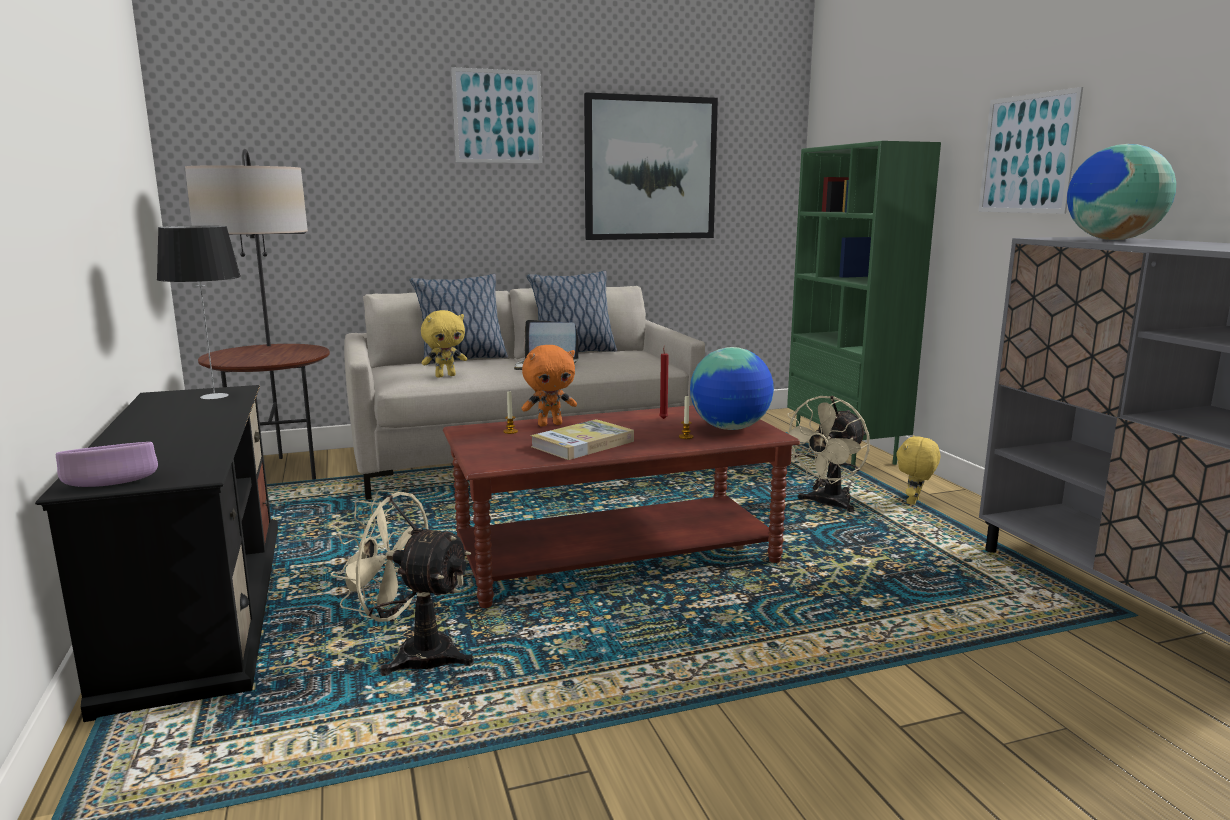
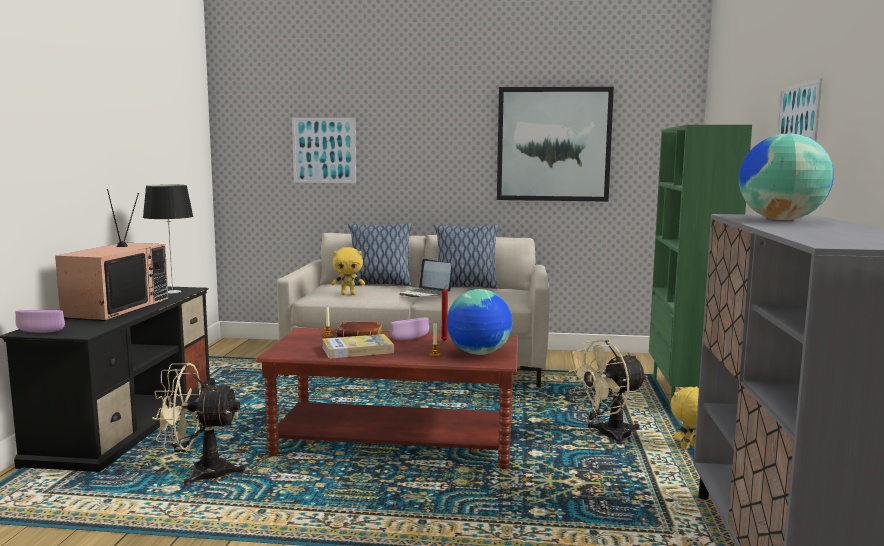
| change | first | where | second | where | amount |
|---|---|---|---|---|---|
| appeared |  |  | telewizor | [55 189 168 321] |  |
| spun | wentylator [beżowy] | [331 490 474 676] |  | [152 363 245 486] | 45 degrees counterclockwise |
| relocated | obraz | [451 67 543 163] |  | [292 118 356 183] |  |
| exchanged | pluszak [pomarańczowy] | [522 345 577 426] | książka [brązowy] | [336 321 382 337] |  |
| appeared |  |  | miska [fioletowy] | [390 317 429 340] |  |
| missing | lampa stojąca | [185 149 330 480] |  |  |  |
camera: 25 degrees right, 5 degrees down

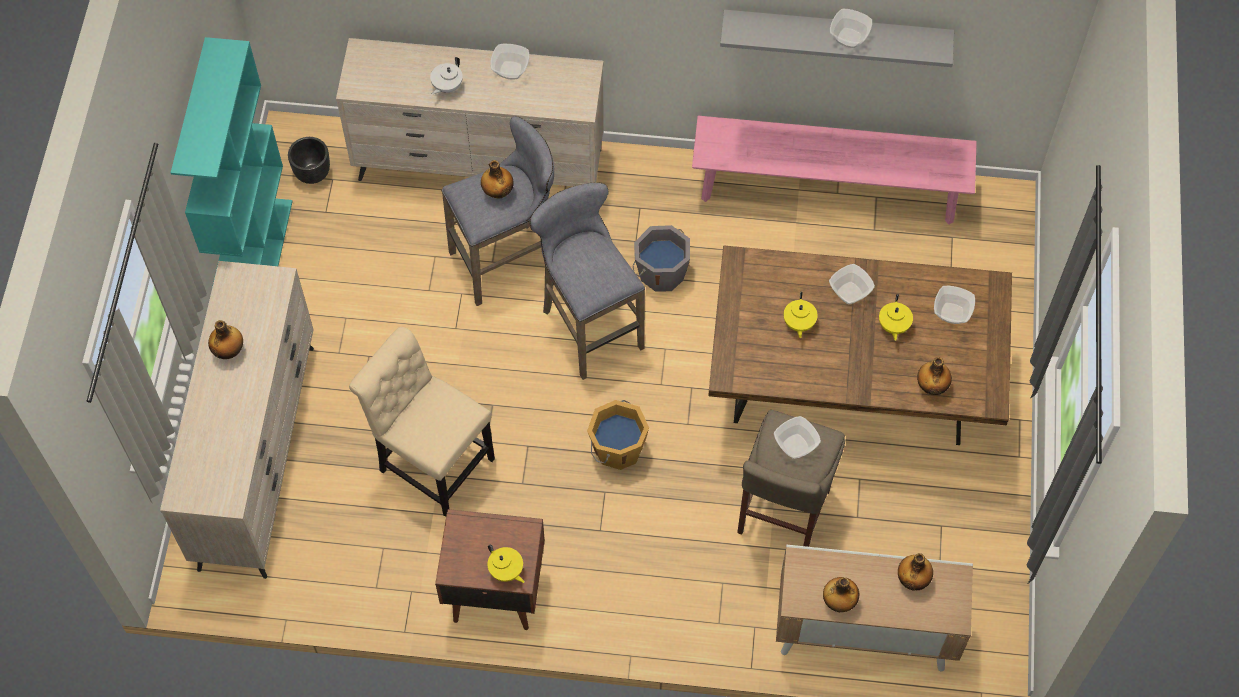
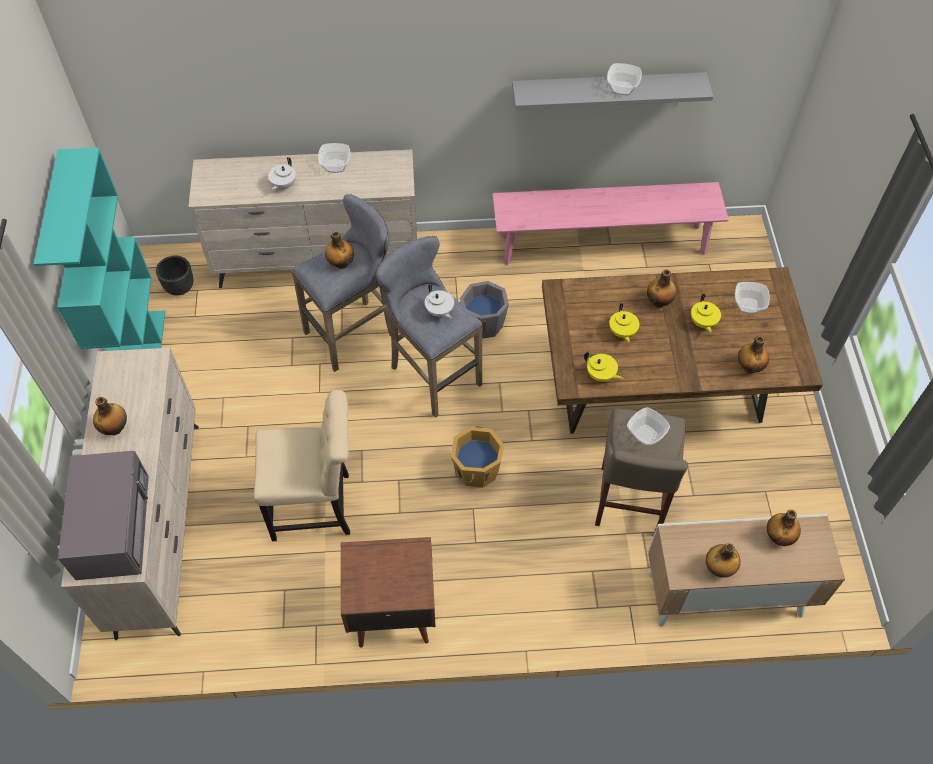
| change | first | where | second | where | amount |
|---|---|---|---|---|---|
| appeared |  |  | mikrofalówka [szary] | [58 451 149 580] |  |
| spun | krzesło [beżowy] | [349 327 495 517] |  | [254 390 350 541] | 150 degrees clockwise |
| appeared |  |  | imbryk [biały] | [425 284 454 318] |  |
| relocated | imbryk [żółty] | [487 544 525 583] |  | [584 352 623 382] |  |
| exchanged | miska | [829 264 875 304] | butelka | [647 269 676 308] |  |
camera: 10 degrees left, 5 degrees down

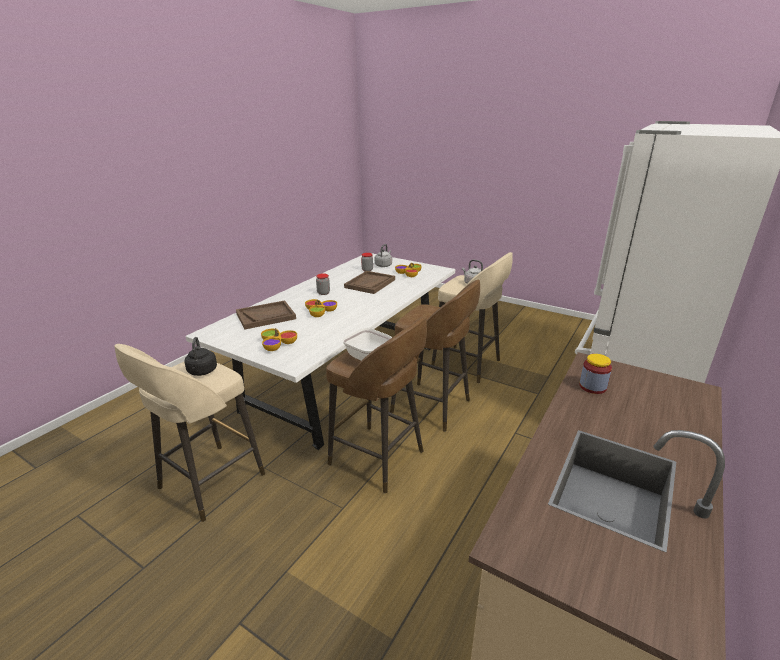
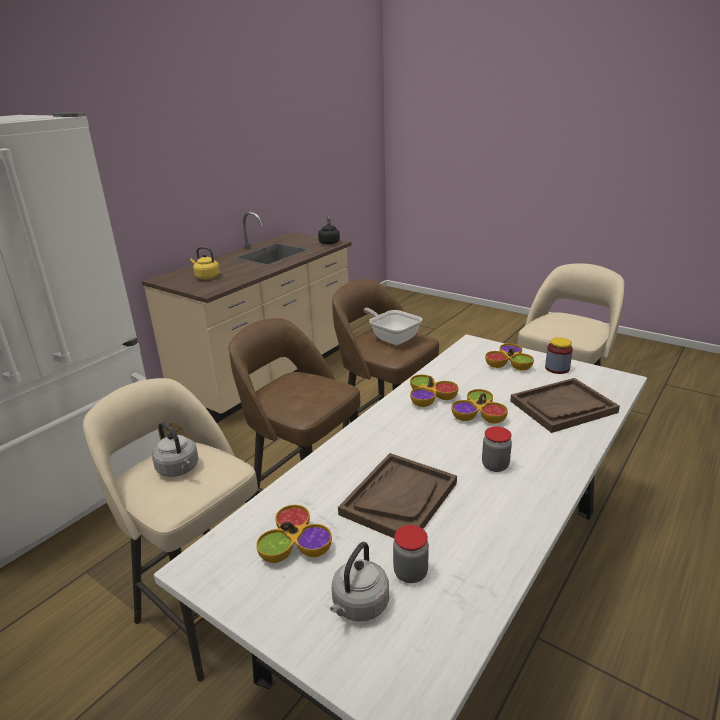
| change | first | where | second | where | amount |
|---|---|---|---|---|---|
| appeared |  |  | czajnik [żółty] | [190 247 220 280] |  |
| relocated | czajnik [czarny] | [185 337 217 376] |  | [318 216 340 244] |  |
| appeared |  |  | miska | [410 374 458 407] |  |
| relocated | słoik | [579 354 612 394] |  | [545 337 573 374] |  |
camera: 175 degrees left, 0 degrees up

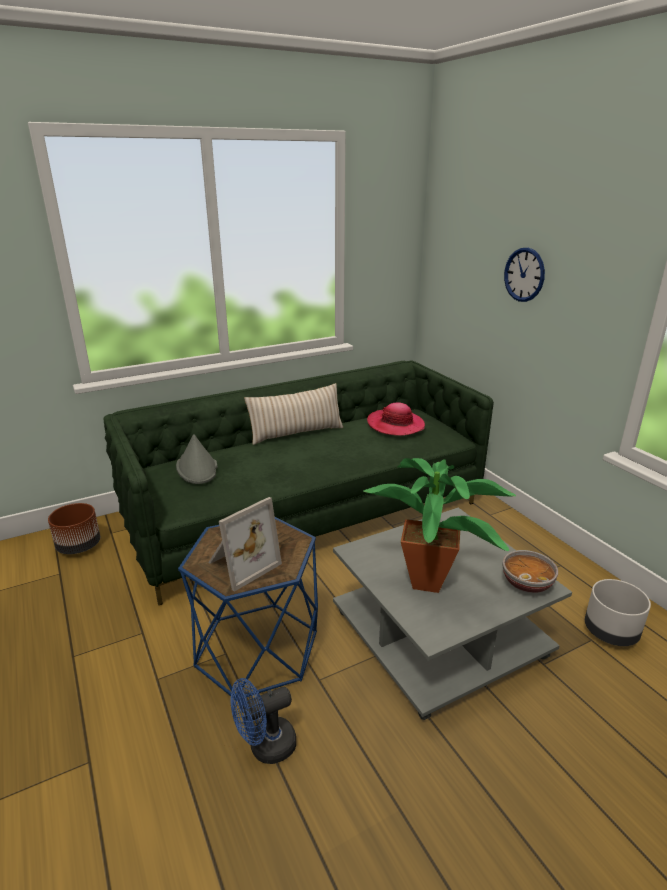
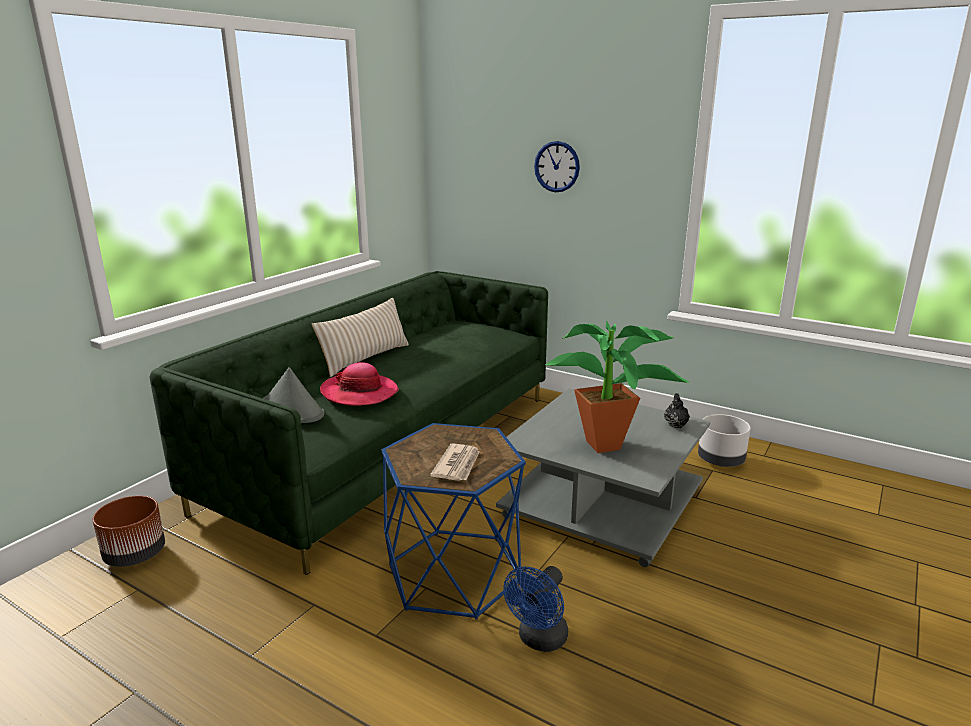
| change | first | where | second | where | amount |
|---|---|---|---|---|---|
| relocated | kapelusz | [367 402 425 436] |  | [320 362 399 406] |  |
| exchanged | ramka na zdjęcie | [208 497 282 592] | gazeta | [430 443 480 481] |  |
| exchanged | miska | [502 550 558 593] | imbryk [czarny] | [664 393 690 428] |  |
camera: 30 degrees left, 5 degrees down

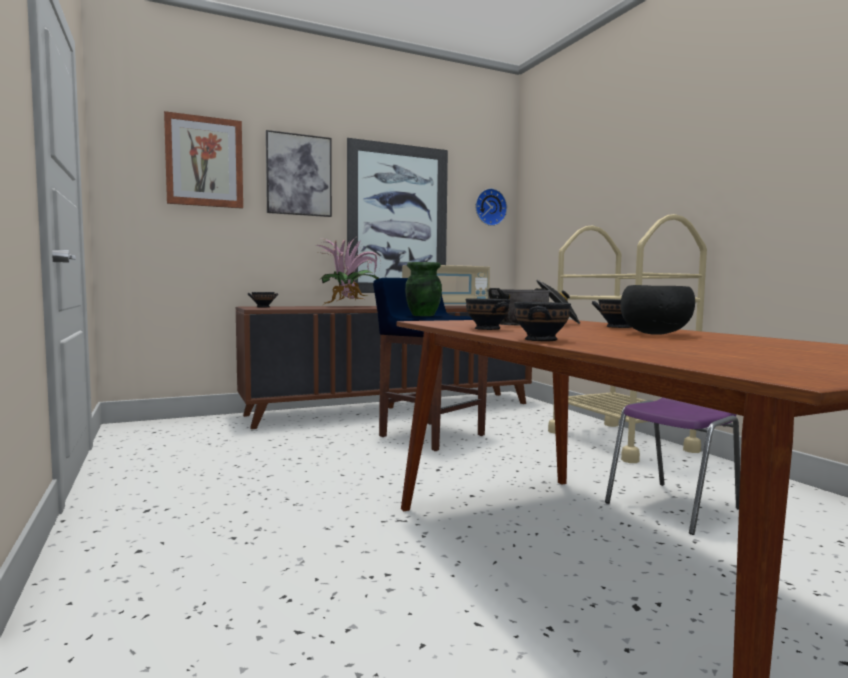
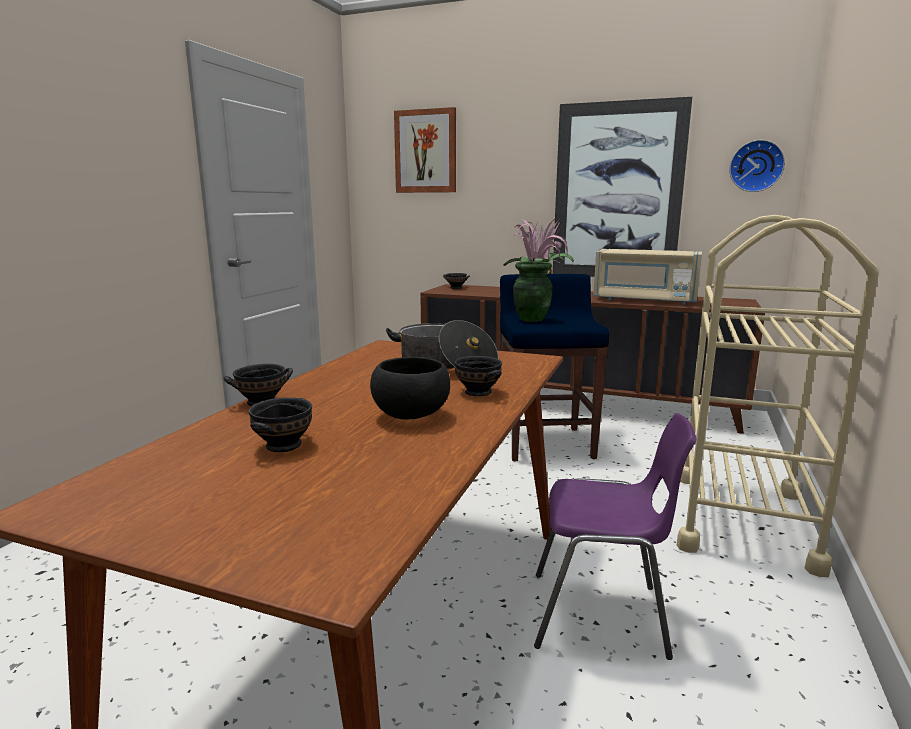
| change | first | where | second | where | amount |
|---|---|---|---|---|---|
| relocated | miska [czarny] | [466 298 510 330] |  | [249 397 312 452] |  |
| missing | obraz | [266 130 332 217] |  |  |  |
camera: 45 degrees right, 10 degrees up

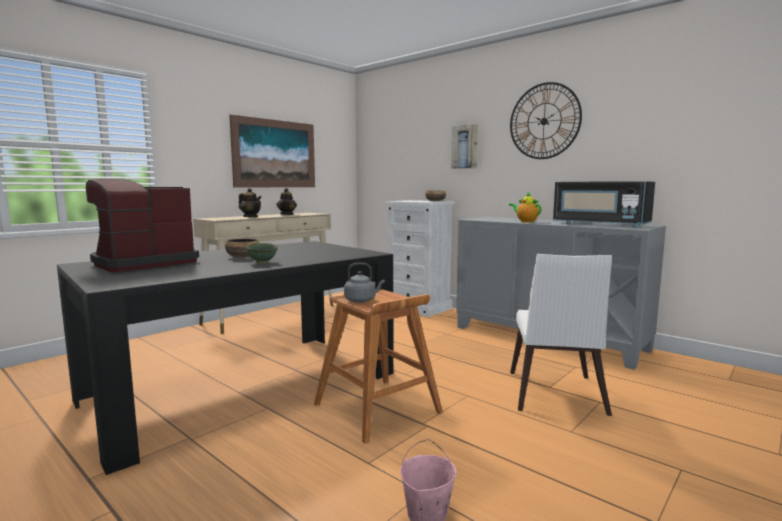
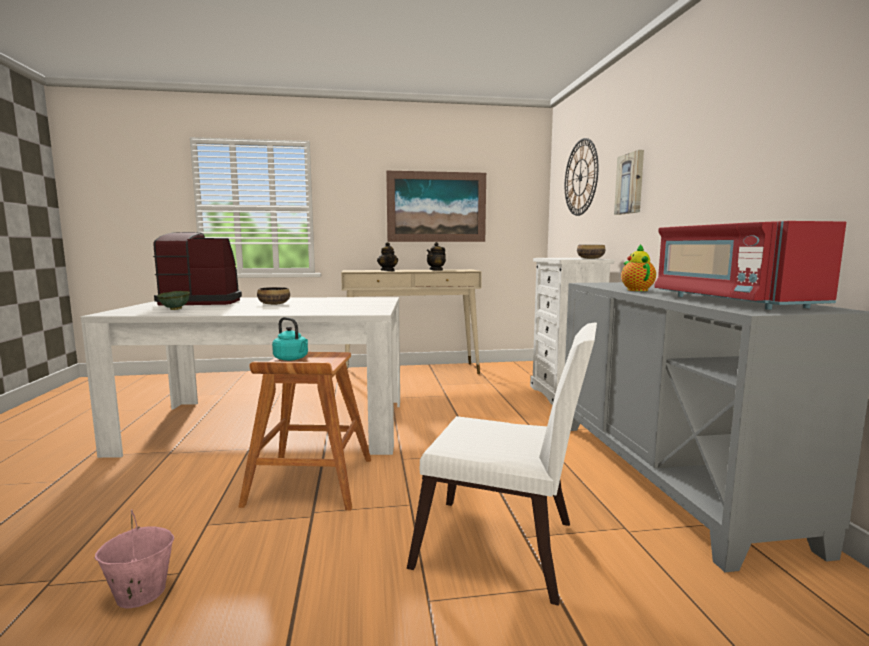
| change | first | where | second | where | amount |
|---|---|---|---|---|---|
| colour | stół jadalny [czarny] | [57 241 393 475] | stół jadalny [biały] | [81 297 400 458] |  |
| relocated | miska [zielony] | [246 243 278 263] |  | [157 291 190 310] |  |
| colour | czajnik [szary] | [344 263 385 303] | czajnik [turkusowy] | [272 317 308 361] |  |
| spun | krzesło [biały] | [510 254 612 416] |  | [407 323 597 606] | 120 degrees counterclockwise |
| relocated | zegar ścienny | [510 82 582 159] |  | [565 138 598 216] |  |
| colour | mikrofalówka [czarny] | [553 181 655 227] | mikrofalówka [czerwony] | [654 221 846 310] |  |
camera: 40 degrees right, 0 degrees up

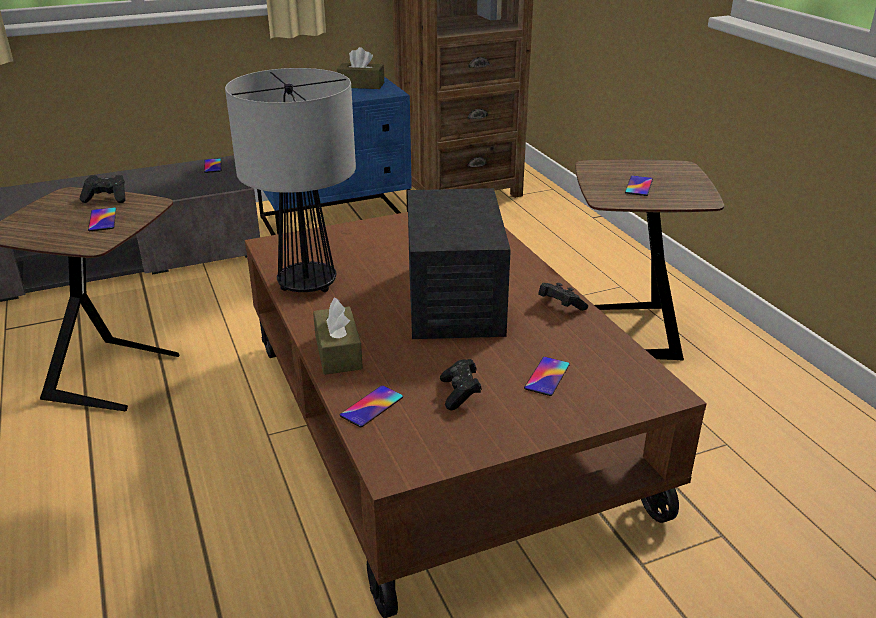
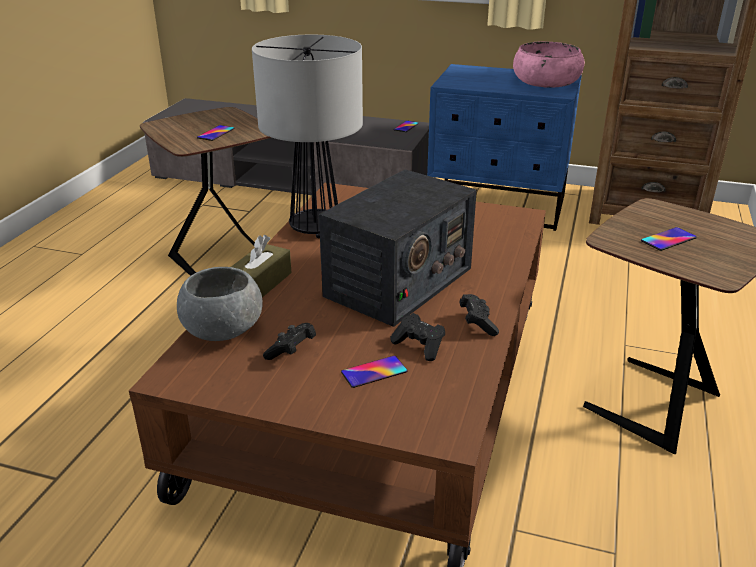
| change | first | where | second | where | amount |
|---|---|---|---|---|---|
| exchanged | telefon | [340 385 403 427] | miska [szary] | [177 267 263 341] |  |
| relocated | pad do gier [czarny] | [80 175 126 203] |  | [390 313 445 361] |  |
| exchanged | pudełko chusteczek [brązowy] | [337 47 384 89] | miska [różowy] | [513 41 585 88] |  |
camera: 40 degrees right, 0 degrees up

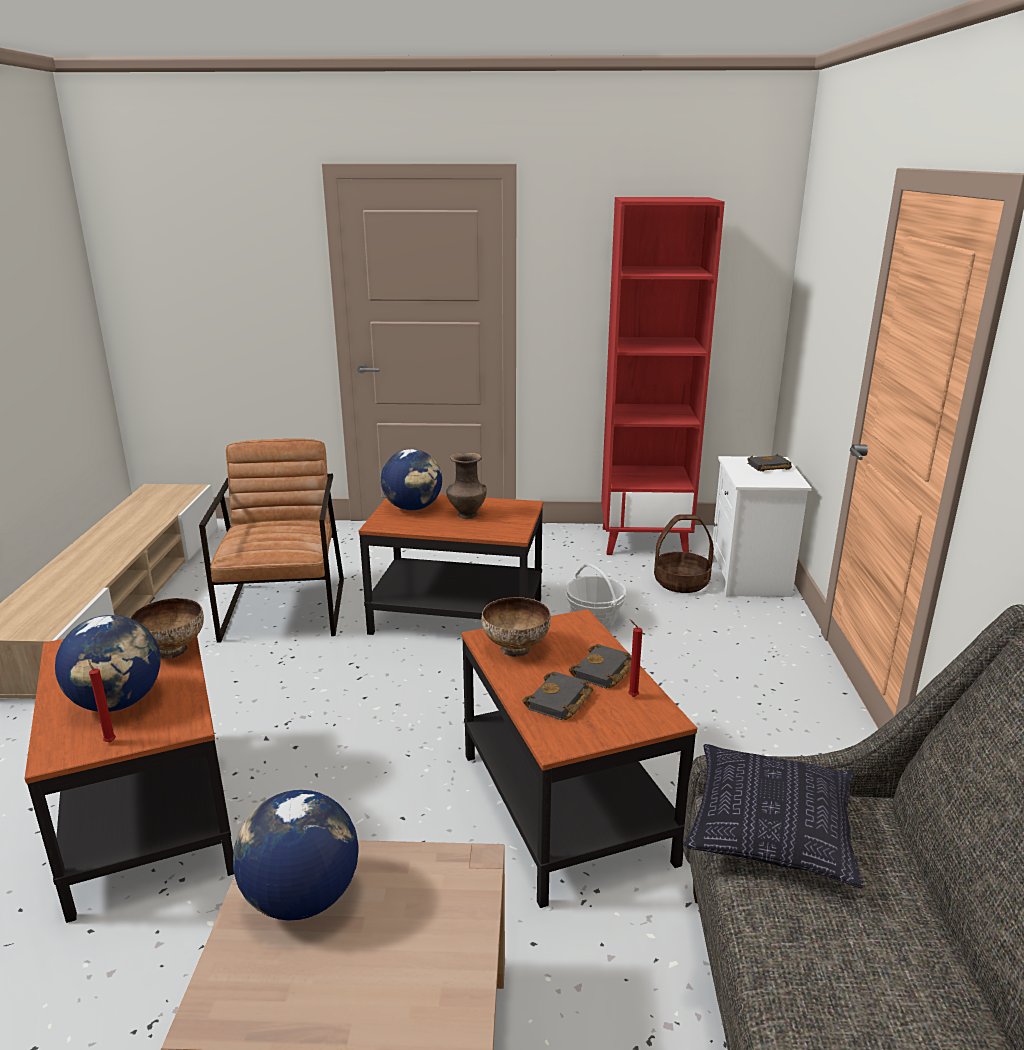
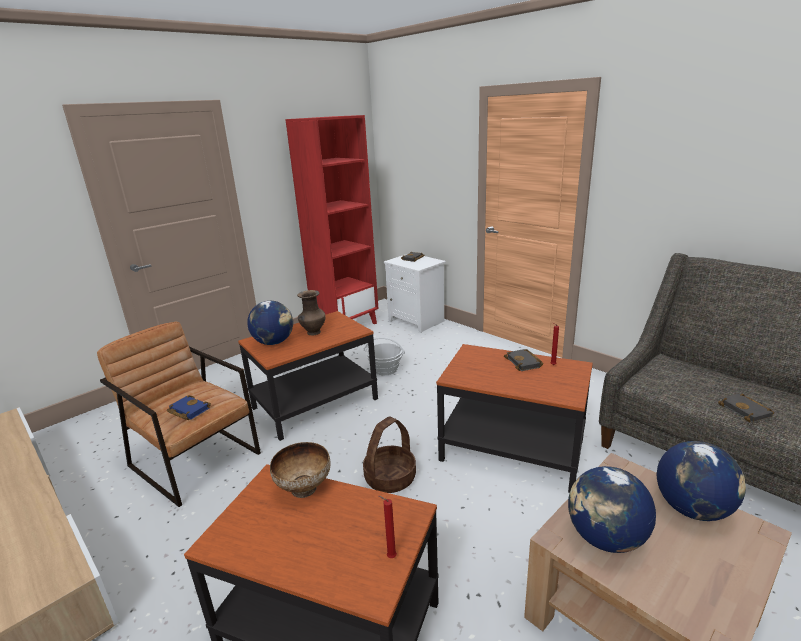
| change | first | where | second | where | amount |
|---|---|---|---|---|---|
| appeared |  |  | książka [niebieski] | [167 395 211 420] |  |
| relocated | koszyk | [654 514 714 593] |  | [363 416 416 493] |  |
| relocated | globus | [55 615 161 712] |  | [657 441 746 521] |  |
| relocated | książka [czarny] | [523 672 594 720] |  | [718 393 774 423] |  |
| missing | miska | [481 597 551 657] |  |  |  |
| missing | poduszka | [683 744 863 888] |  |  |  |
camera: 45 degrees left, 0 degrees up

